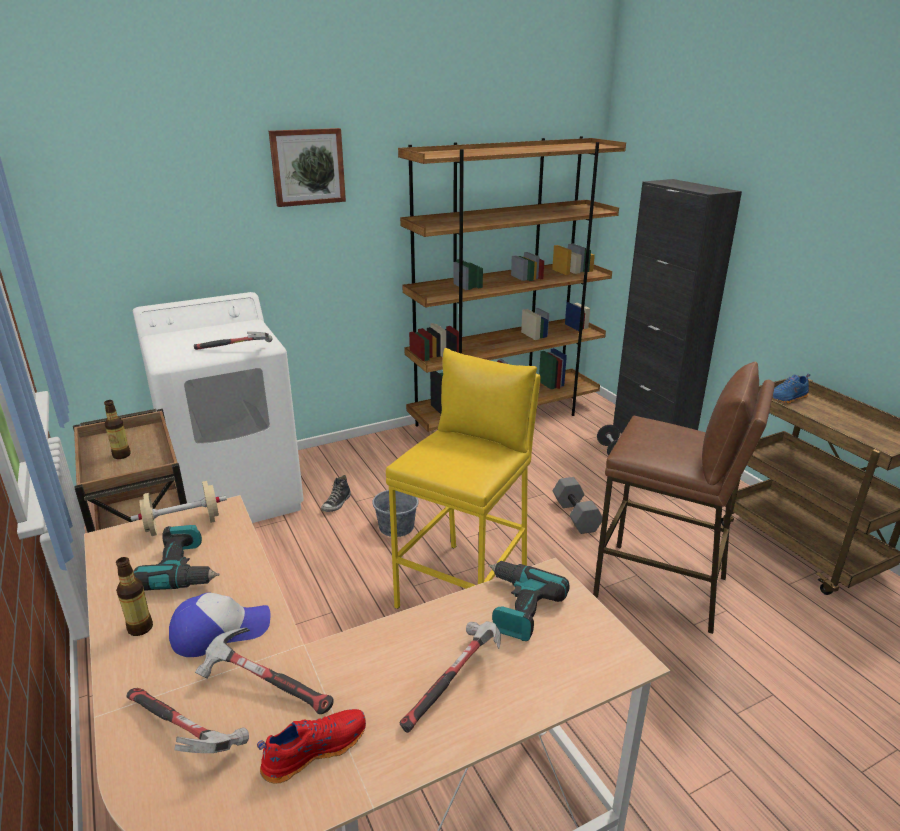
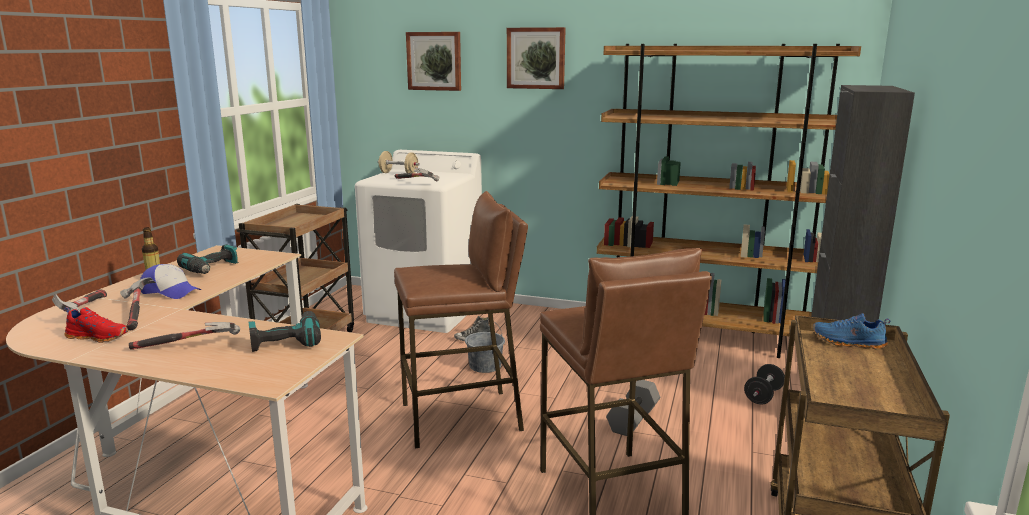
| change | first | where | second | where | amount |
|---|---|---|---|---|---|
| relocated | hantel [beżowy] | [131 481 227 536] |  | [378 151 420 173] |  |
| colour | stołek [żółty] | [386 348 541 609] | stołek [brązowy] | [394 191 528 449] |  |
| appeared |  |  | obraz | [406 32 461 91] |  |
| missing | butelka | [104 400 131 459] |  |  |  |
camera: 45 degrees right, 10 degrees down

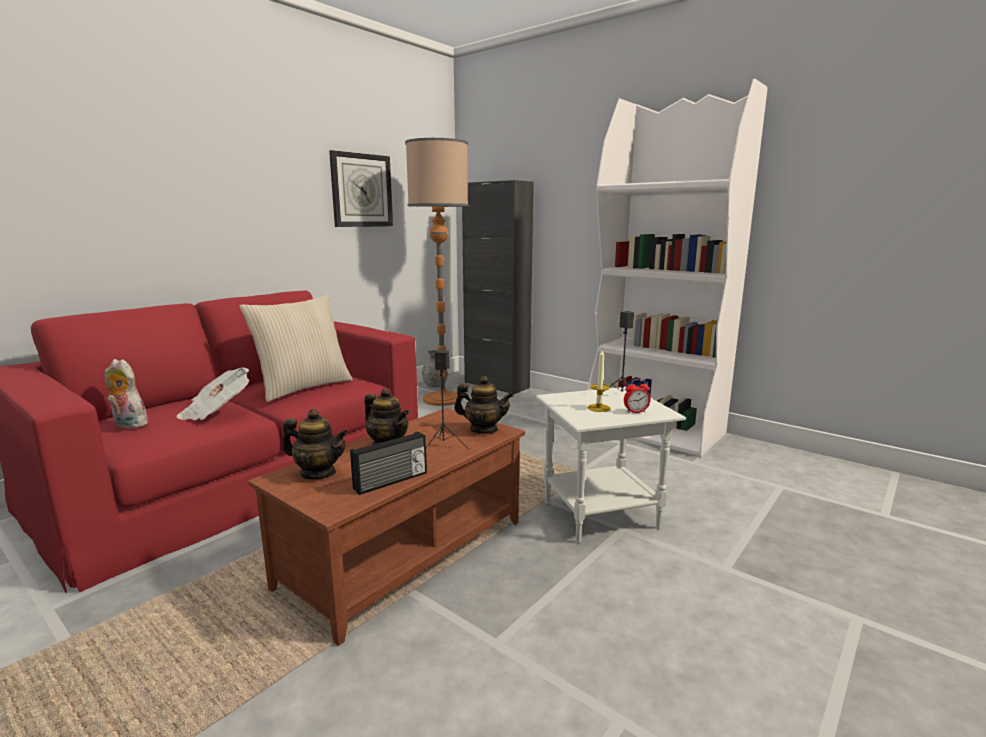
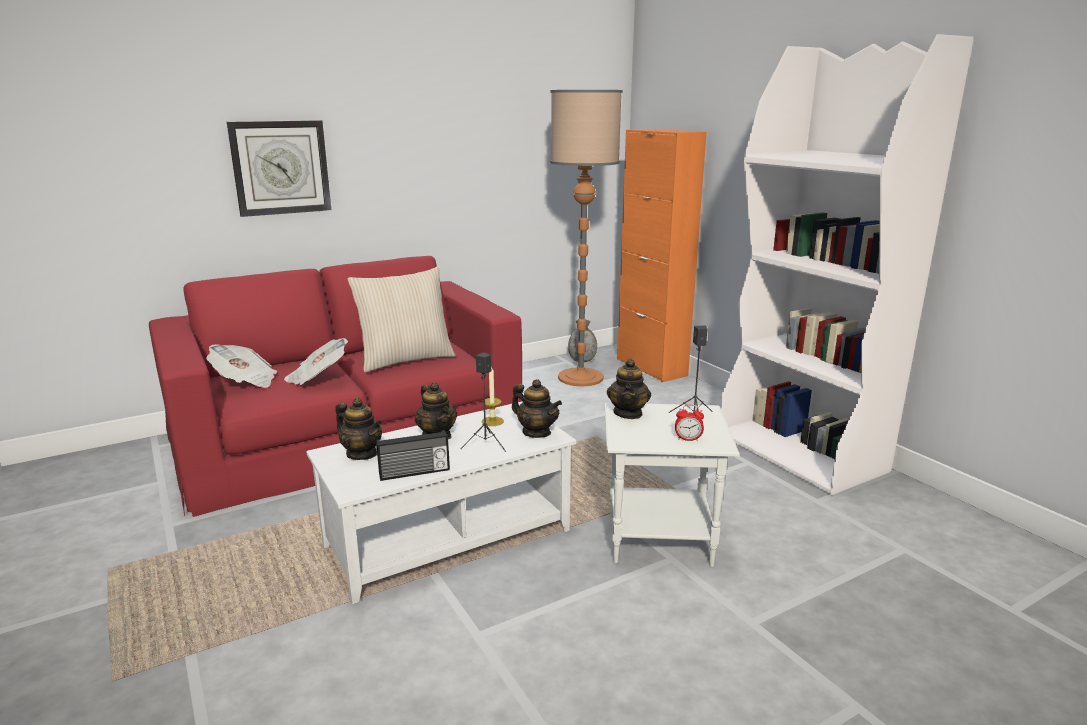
| change | first | where | second | where | amount |
|---|---|---|---|---|---|
| exchanged | pluszak | [104 359 152 429] | gazeta | [206 344 277 388] |  |
| relocated | zegar ścienny | [329 150 393 227] |  | [227 120 331 217] |  |
| colour | ława [brązowy] | [248 408 525 646] | ława [biały] | [306 402 576 604] |  |
| relocated | świeca | [587 350 611 412] |  | [482 367 504 426] |  |
| appeared |  |  | imbryk | [607 359 651 419] |  |
| colour | szafka [czarny] | [462 180 534 394] | szafka [pomarańczowy] | [617 129 707 382] |  |
camera: 20 degrees right, 5 degrees up

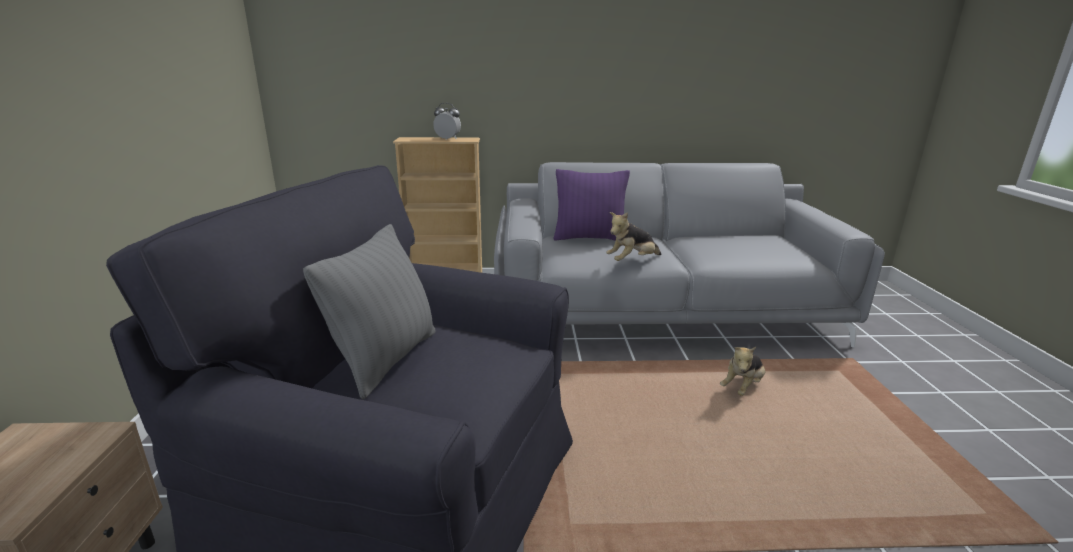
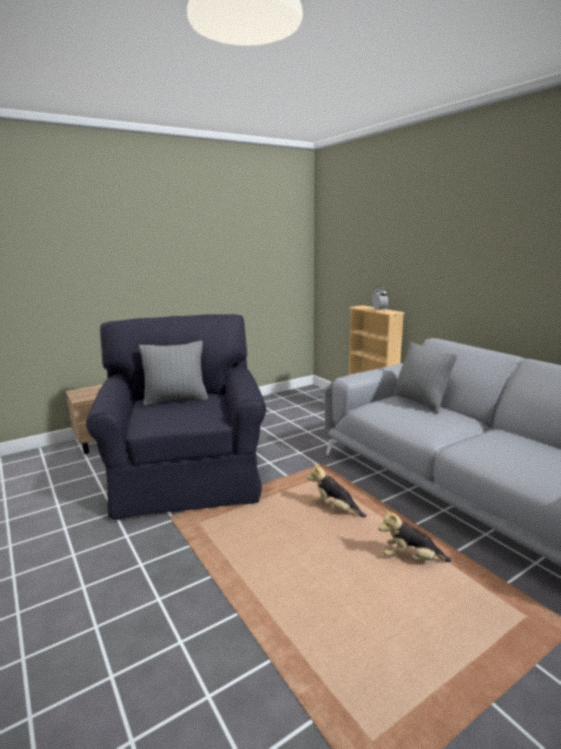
| change | first | where | second | where | amount |
|---|---|---|---|---|---|
| relocated | pluszak | [606 212 661 261] |  | [307 462 367 518] |  |
| colour | poduszka [fioletowy] | [553 169 630 241] | poduszka [szary] | [393 342 457 413] |  |
camera: 60 degrees right, 5 degrees down

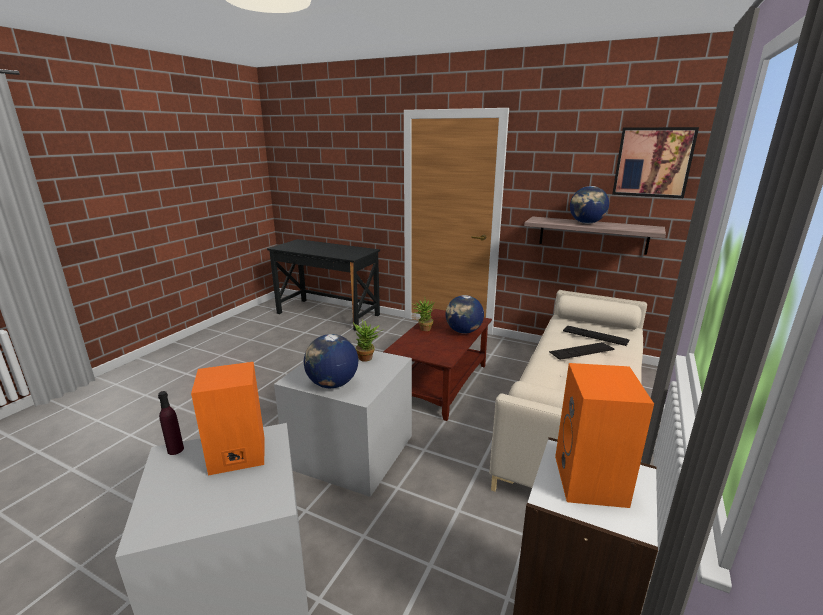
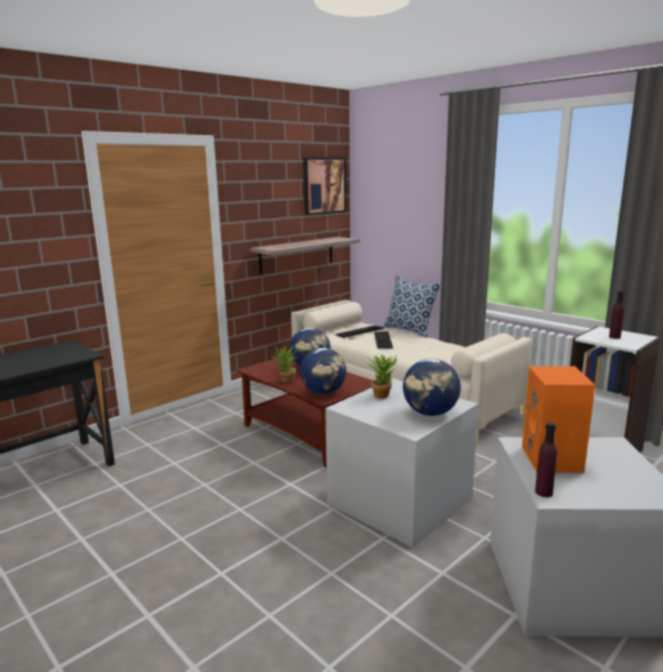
| change | first | where | second | where | amount |
|---|---|---|---|---|---|
| relocated | globus | [570 186 609 224] |  | [300 348 346 394] |  |
| appeared |  |  | poduszka | [384 276 441 338] |  |
| exchanged | głośnik [pomarańczowy] | [555 363 654 508] | butelka [fioletowy] | [609 291 624 339] |  |
camera: 70 degrees left, 5 degrees down

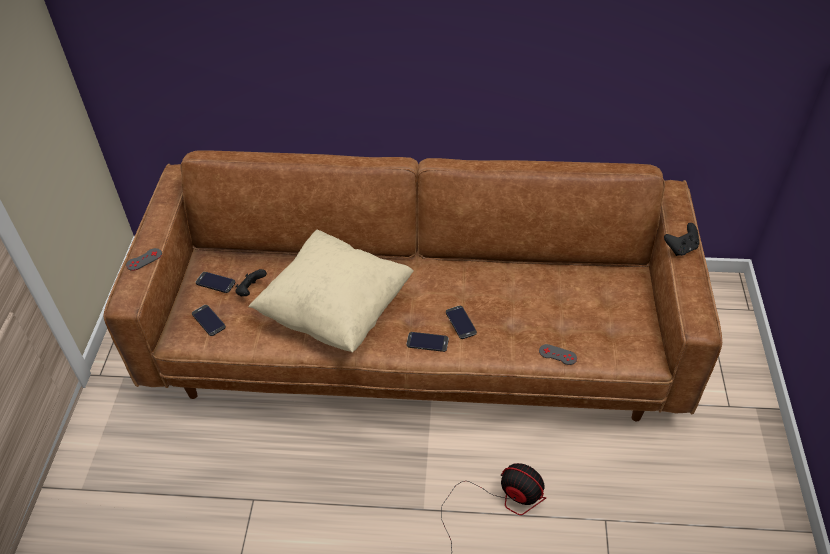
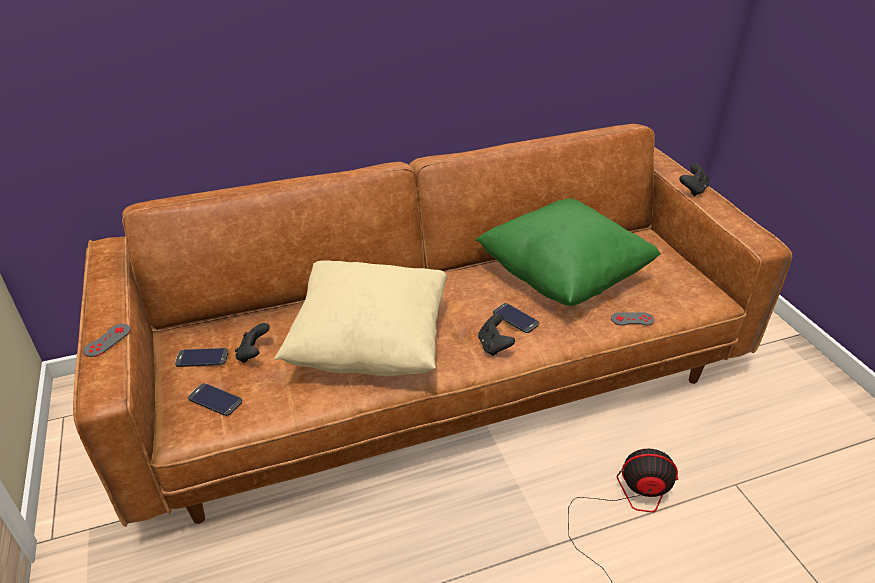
| change | first | where | second | where | amount |
|---|---|---|---|---|---|
| appeared |  |  | poduszka [zielony] | [475 198 661 306] |  |
| exchanged | telefon | [407 332 449 352] | pad do gier [czarny] | [478 314 515 356] |  |
camera: 25 degrees left, 10 degrees down

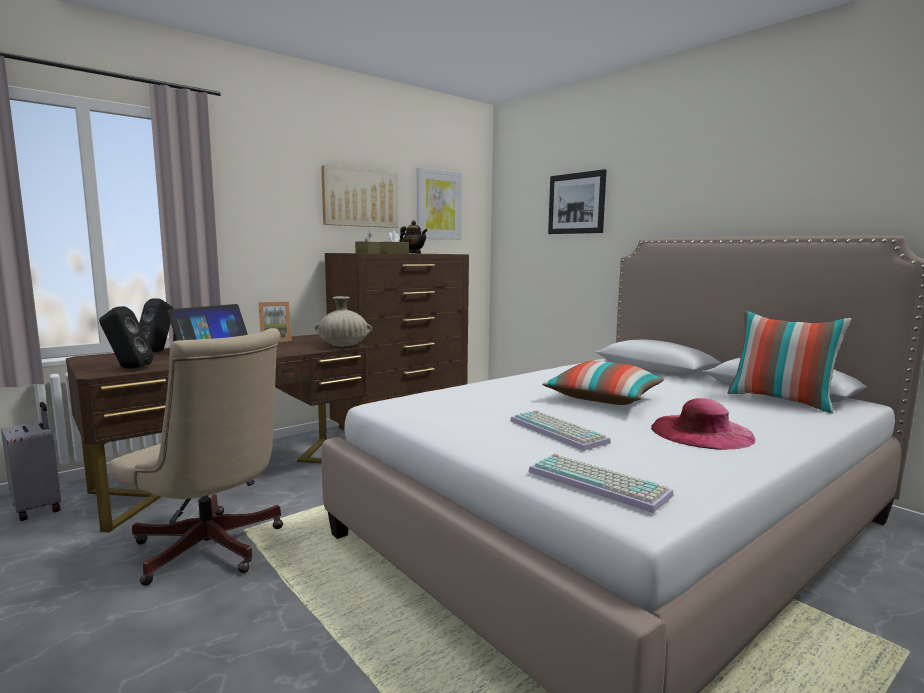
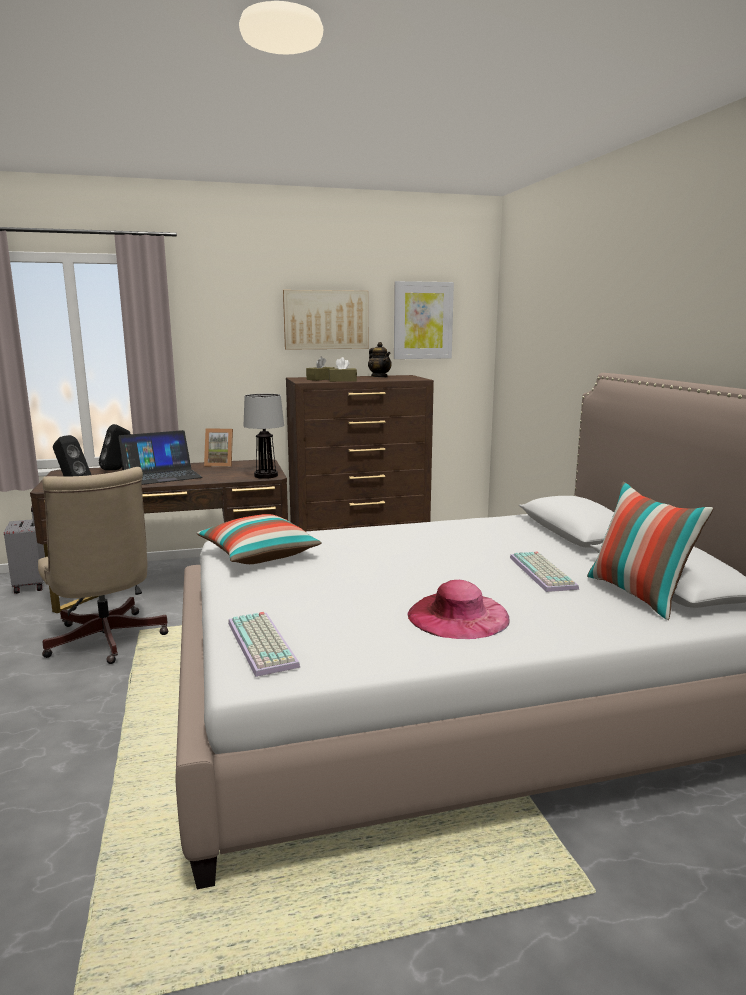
| change | first | where | second | where | amount |
|---|---|---|---|---|---|
| relocated | poduszka | [542 361 664 405] |  | [197 514 322 564] |  |
| exchanged | wazon [beżowy] | [315 296 372 346] | lampa stołowa | [244 394 284 479] |  |
| relocated | klawiatura | [510 411 611 451] |  | [510 552 579 592] |  |
| missing | obraz | [548 169 606 234] |  |  |  |
camera: 25 degrees right, 5 degrees up

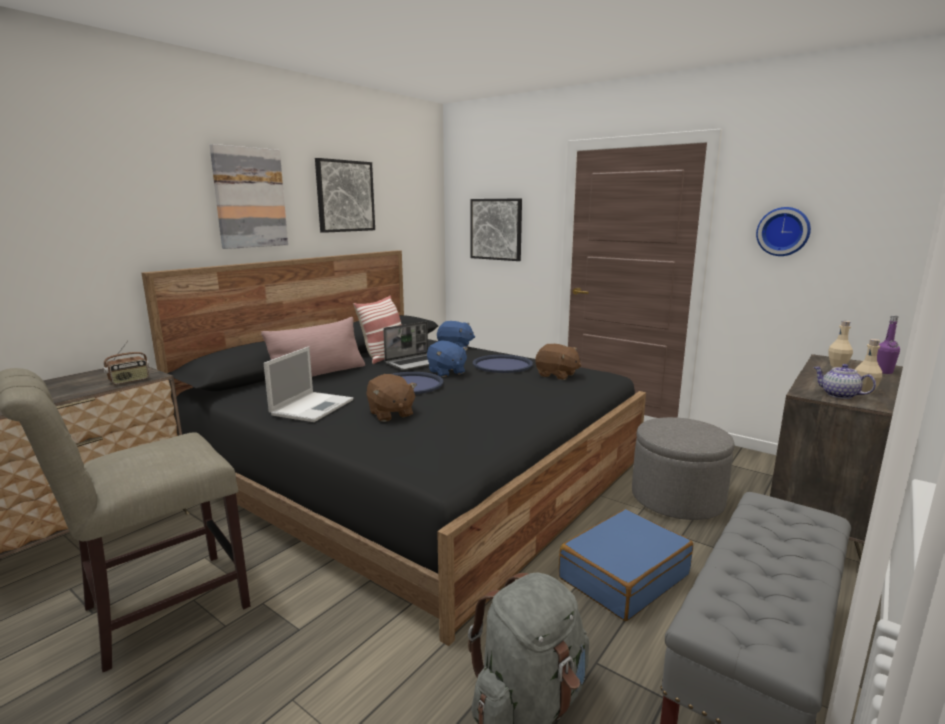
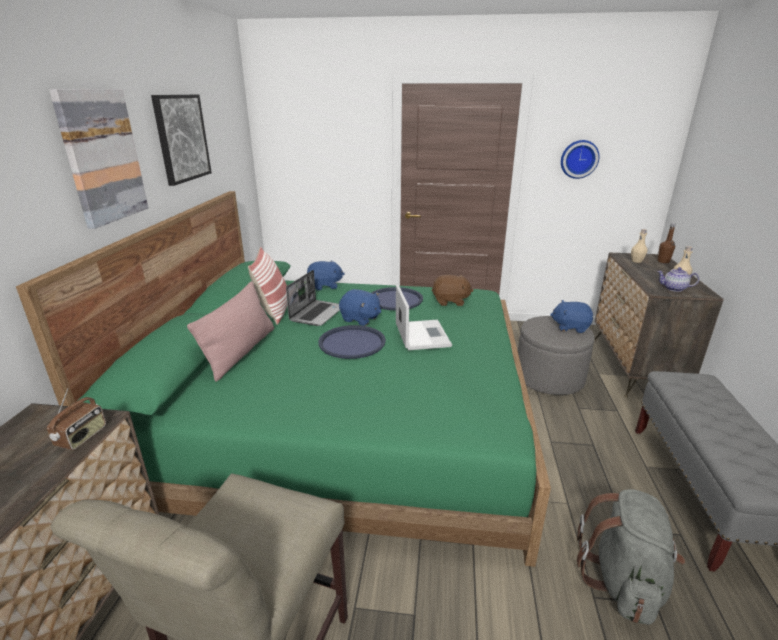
| change | first | where | second | where | amount |
|---|---|---|---|---|---|
| colour | łóżko [czarny] | [142 250 646 646] | łóżko [zielony] | [16 191 551 567] |  |
| relocated | laptop | [263 347 353 422] |  | [396 284 452 350] |  |
| appeared |  |  | pluszak [niebieski] | [550 300 593 333] |  |
| colour | butelka [fioletowy] | [877 315 900 374] | butelka [brązowy] | [657 223 676 263] |  |
| missing | pluszak [brązowy] | [366 374 417 422] |  |  |  |
| missing | obraz | [470 198 522 261] |  |  |  |
| missing | walizka [niebieski] | [559 509 693 621] |  |  |  |
camera: 30 degrees left, 10 degrees up

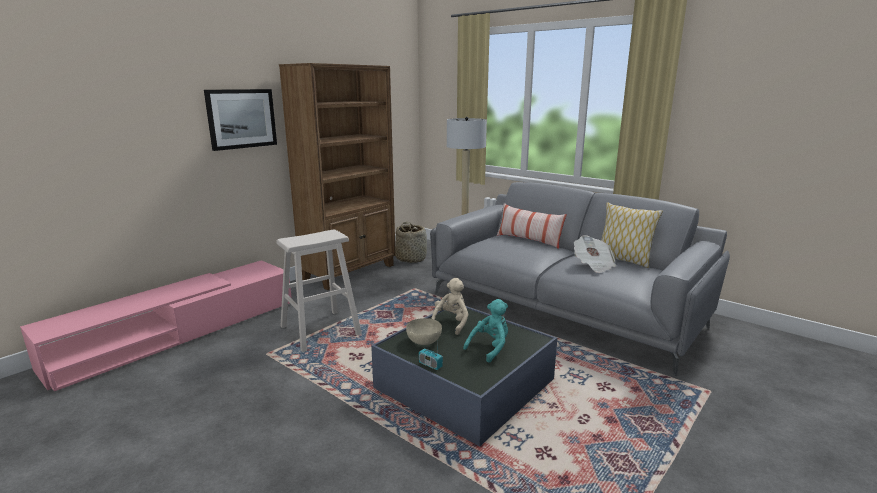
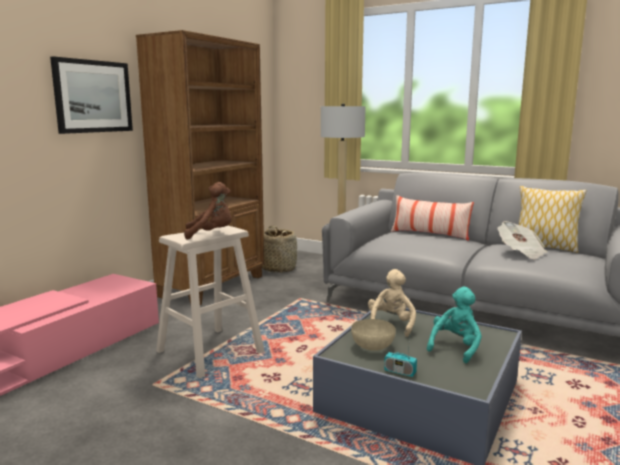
| change | first | where | second | where | amount |
|---|---|---|---|---|---|
| appeared |  |  | pluszak [brązowy] | [184 182 232 240] |  |
camera: 10 degrees left, 5 degrees down

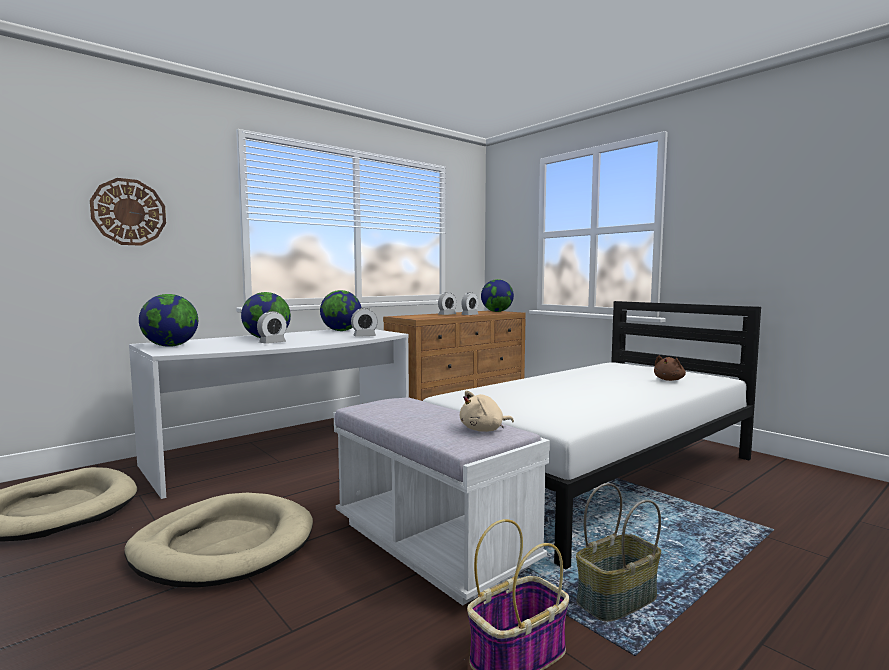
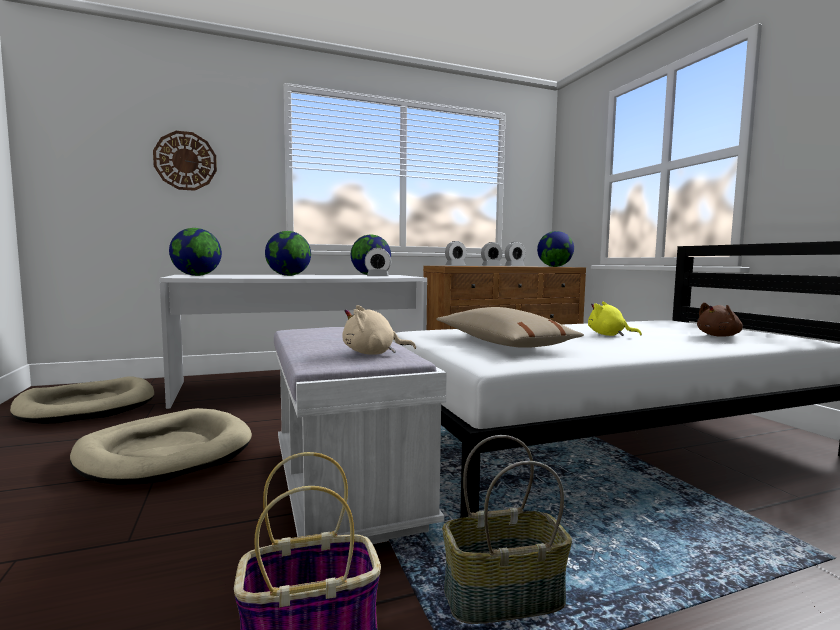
| change | first | where | second | where | amount |
|---|---|---|---|---|---|
| appeared |  |  | poduszka [beżowy] | [436 307 584 348] |  |
| relocated | budzik | [257 311 287 344] |  | [445 241 467 265] |  |
| appeared |  |  | pluszak [żółty] | [588 301 642 336] |  |
camera: 20 degrees right, 0 degrees up

